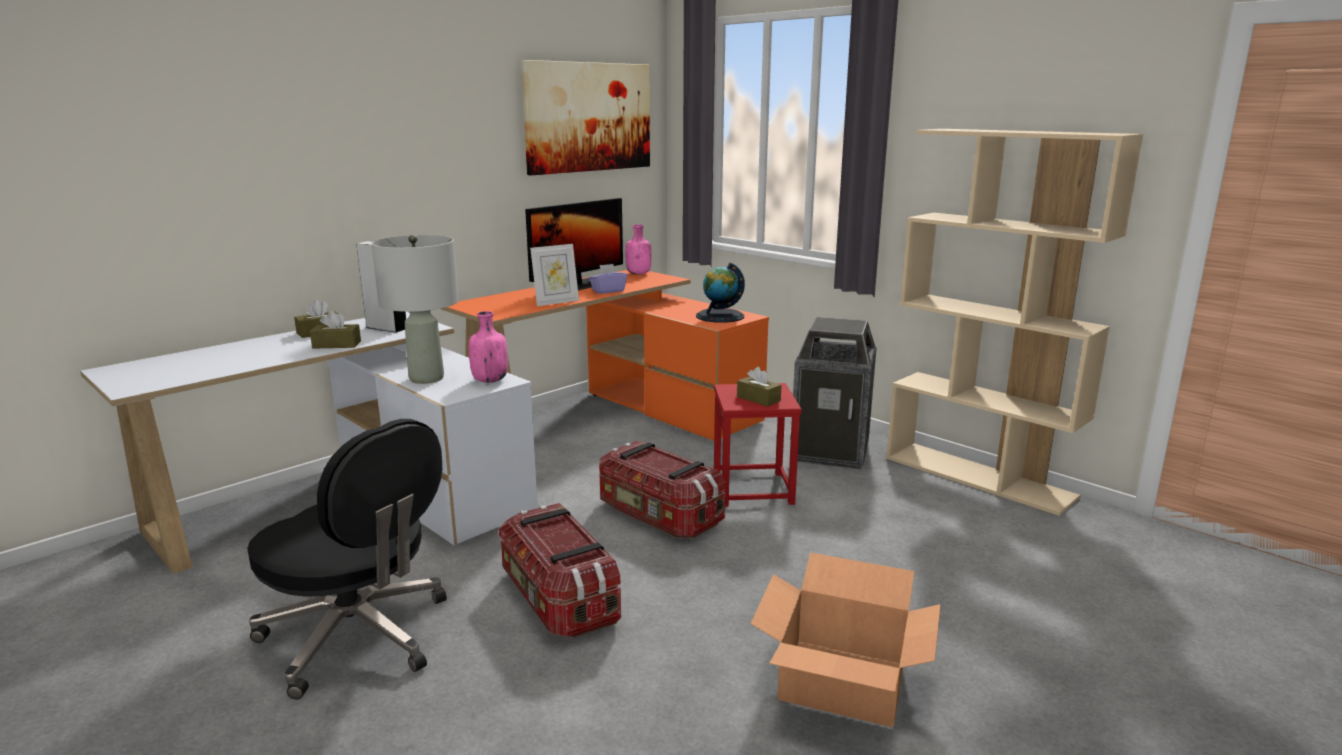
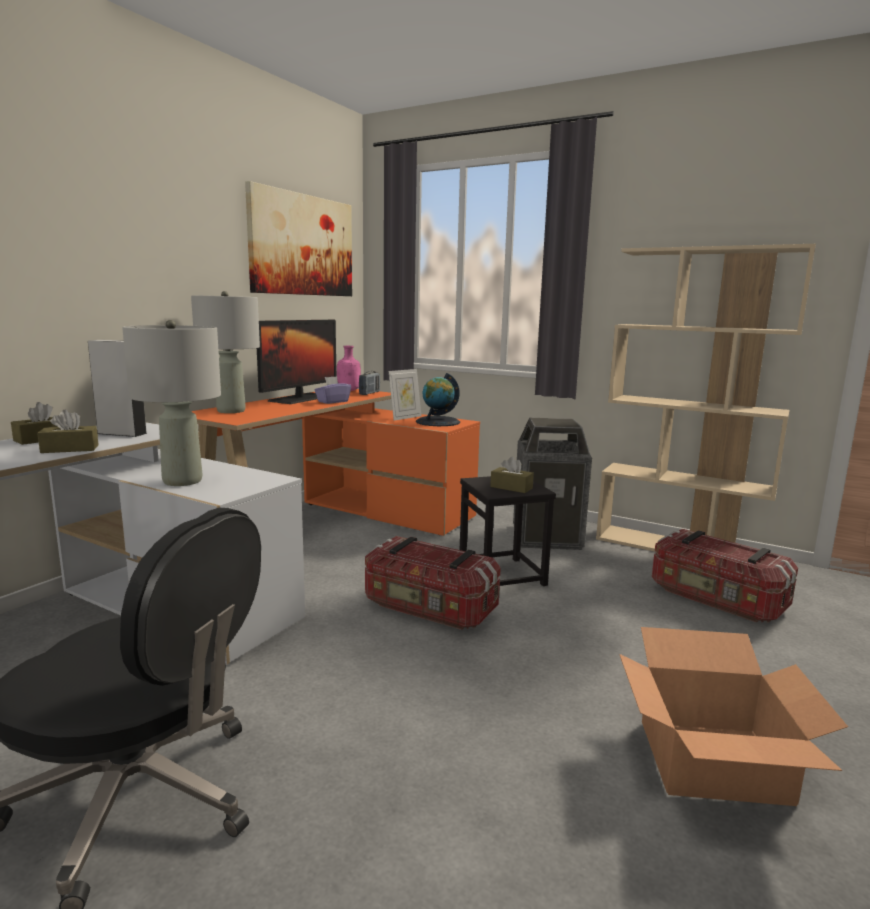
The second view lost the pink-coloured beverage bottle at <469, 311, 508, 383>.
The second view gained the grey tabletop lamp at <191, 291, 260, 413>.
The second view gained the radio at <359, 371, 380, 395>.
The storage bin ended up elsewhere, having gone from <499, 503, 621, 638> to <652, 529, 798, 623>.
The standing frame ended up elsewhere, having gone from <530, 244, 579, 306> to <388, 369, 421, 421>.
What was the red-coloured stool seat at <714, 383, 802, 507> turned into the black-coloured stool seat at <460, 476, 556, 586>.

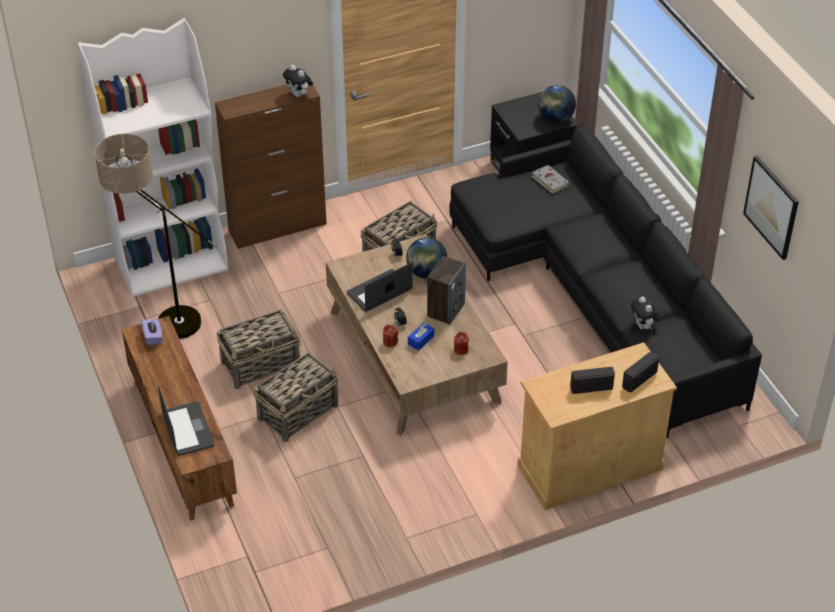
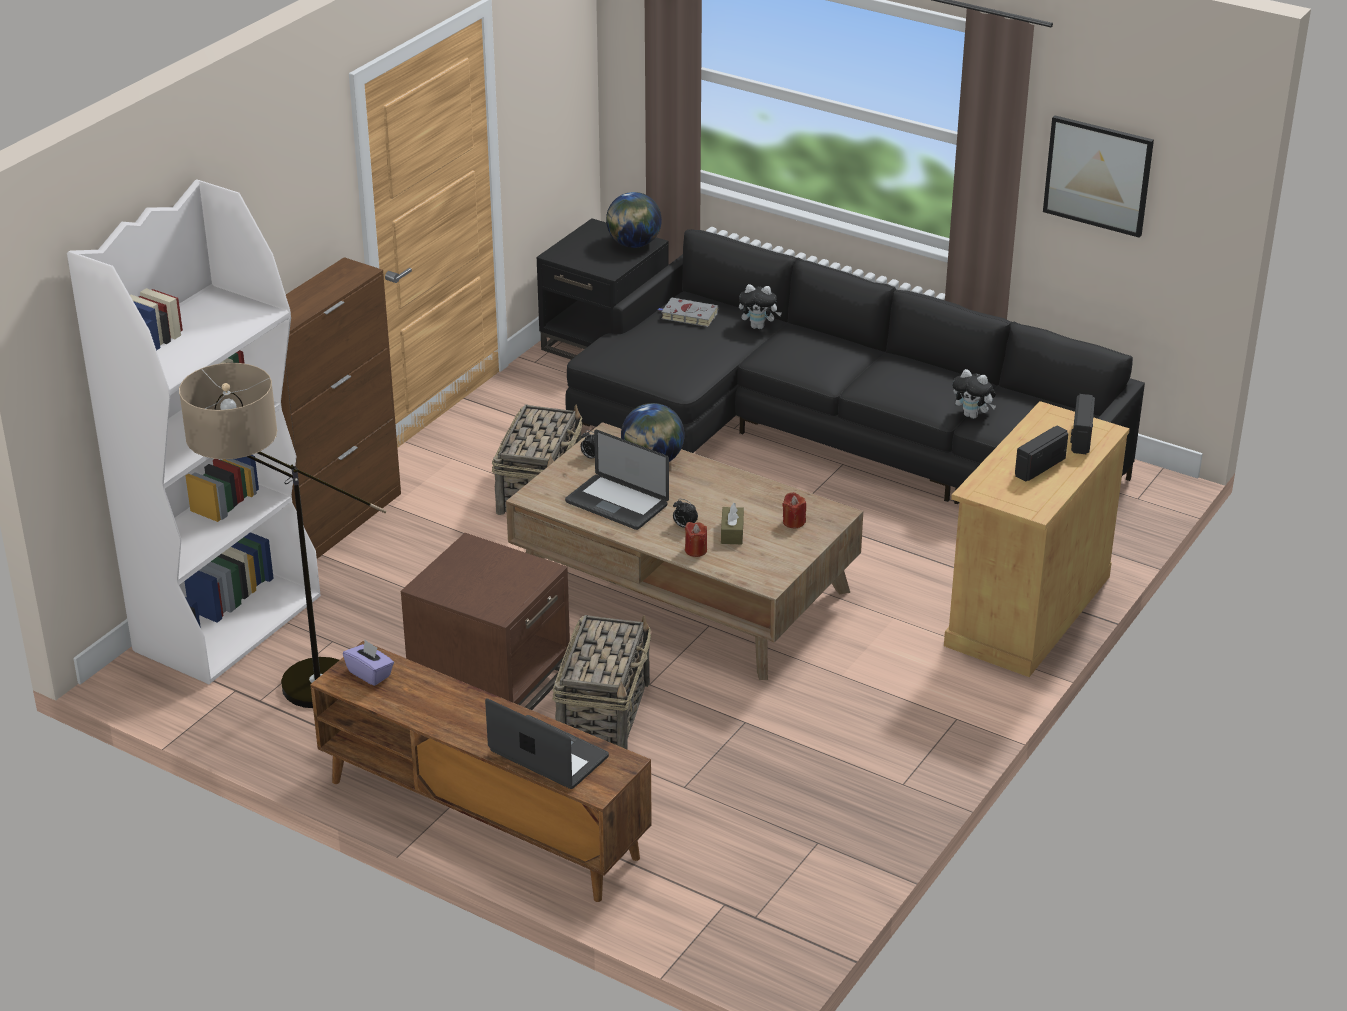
The second view lost the audio speaker at <427, 256, 466, 325>.
The plush toy ended up elsewhere, having gone from <283, 65, 313, 97> to <739, 284, 782, 329>.
Where the basket stood at <217, 310, 301, 389>, the brownish accent table came to stand at <401, 533, 570, 710>.
What was the blue tissue holder at <408, 323, 434, 351> turned into the brownish tissue holder at <721, 503, 744, 544>.
The portable computer at <347, 262, 413, 312> ended up facing another way, 75 degrees counterclockwise from before.

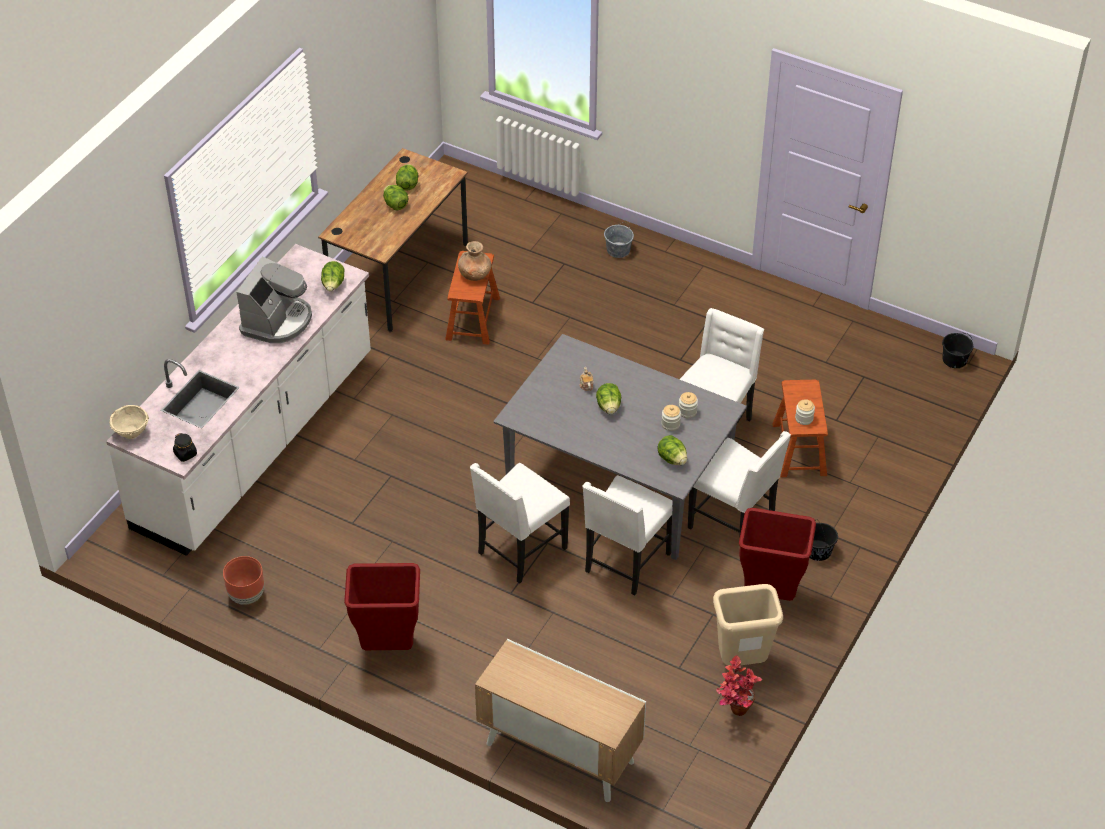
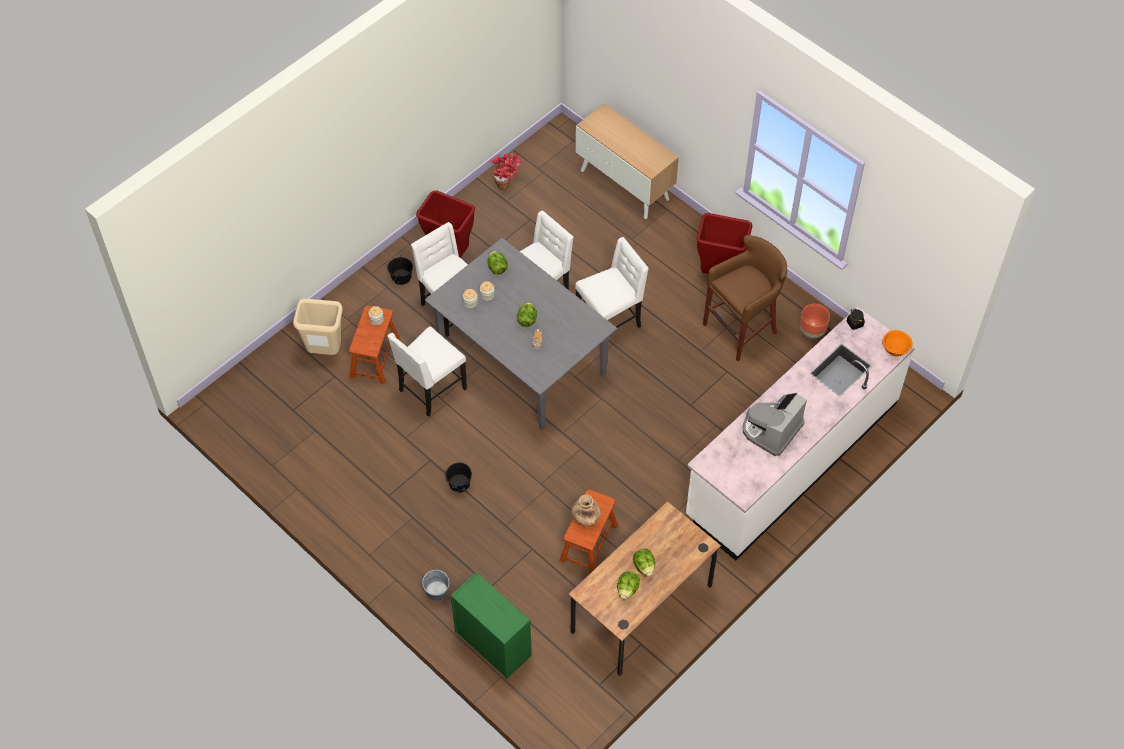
The second view lost the head of lettuce at <321, 261, 345, 291>.
The second view gained the greenish drawer chest at <451, 572, 532, 679>.
The second view gained the brownish stool seat at <703, 235, 787, 361>.
The beige-coloured waste bin ended up elsewhere, having gone from <713, 584, 783, 666> to <293, 298, 343, 355>.
The black-coloured pail ended up elsewhere, having gone from <942, 333, 973, 368> to <446, 462, 472, 493>.
What was the beige-coloured bowl at <109, 405, 149, 439> turned into the orangey bowl at <882, 330, 912, 357>.

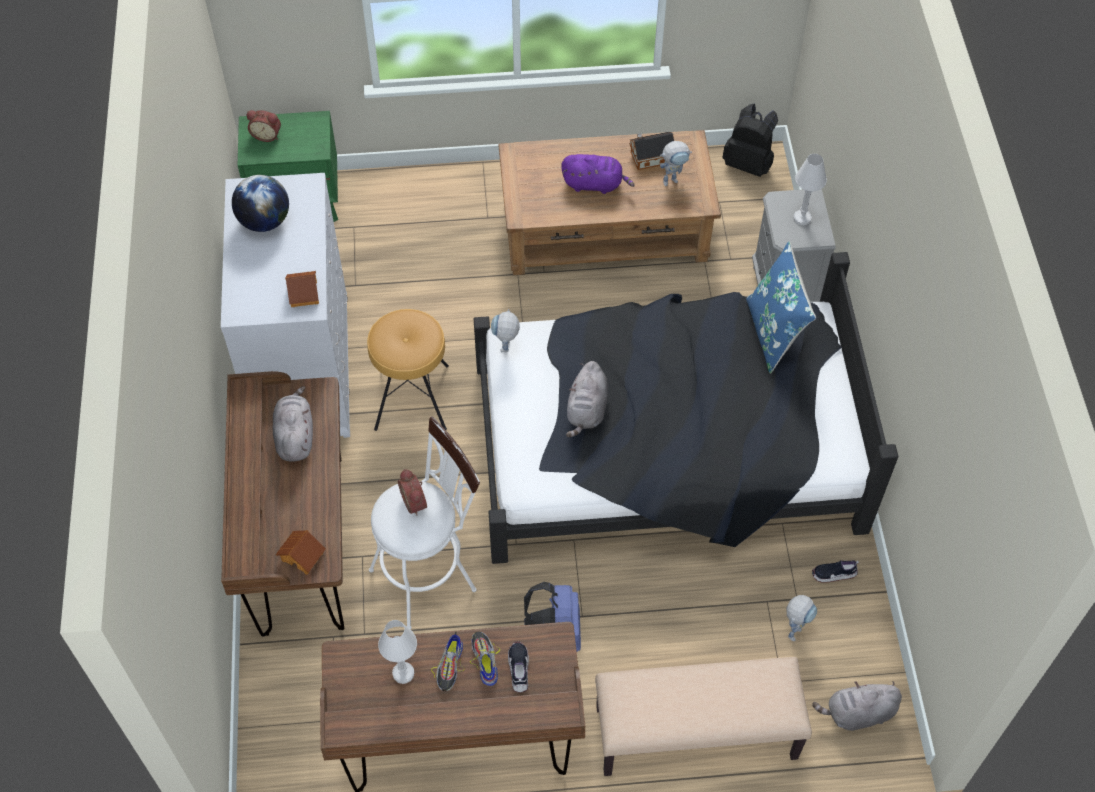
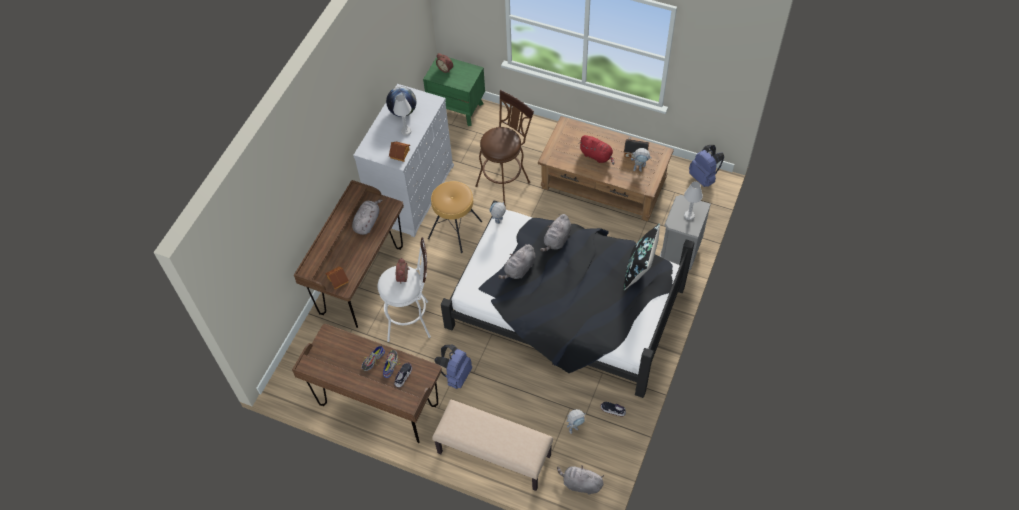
The second view gained the brownish stool seat at <475, 90, 534, 206>.
The second view gained the grey plush toy at <540, 214, 571, 251>.
The whitish tabletop lamp ended up elsewhere, having gone from <378, 620, 417, 684> to <393, 95, 411, 136>.
What was the purple-coloured plush toy at <561, 154, 635, 194> turned into the red-coloured plush toy at <578, 135, 615, 165>.
What was the black-coloured backpack at <722, 104, 778, 177> turned into the blue backpack at <689, 145, 724, 187>.
What was the blue throw pillow at <746, 241, 816, 374> turned into the black-coloured throw pillow at <624, 223, 660, 290>.

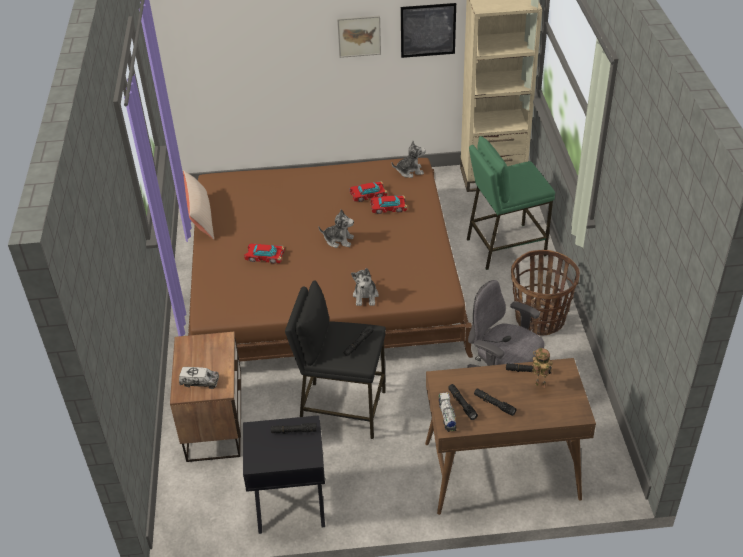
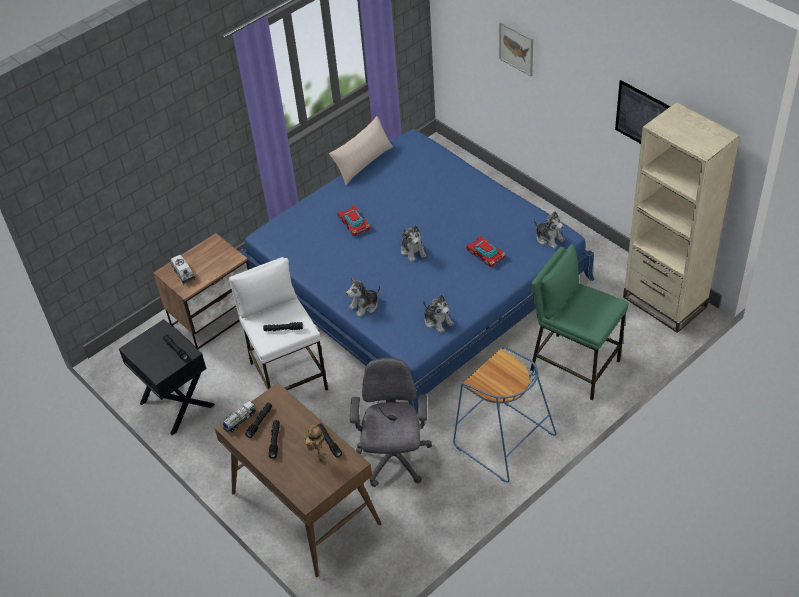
The second view lost the toy car at <349, 181, 387, 202>.
The second view gained the plush toy at <423, 295, 454, 333>.
The wall art ended up elsewhere, having gone from <337, 15, 381, 58> to <499, 22, 533, 76>.
Where the basket stood at <511, 250, 580, 336>, the blue stool seat came to stand at <453, 346, 557, 482>.
What was the brownish bedroom bed at <188, 158, 473, 362> turned into the blue bedroom bed at <239, 129, 594, 416>.
What was the black-coloured stool seat at <285, 280, 386, 439> turned into the whitish stool seat at <229, 257, 328, 391>.

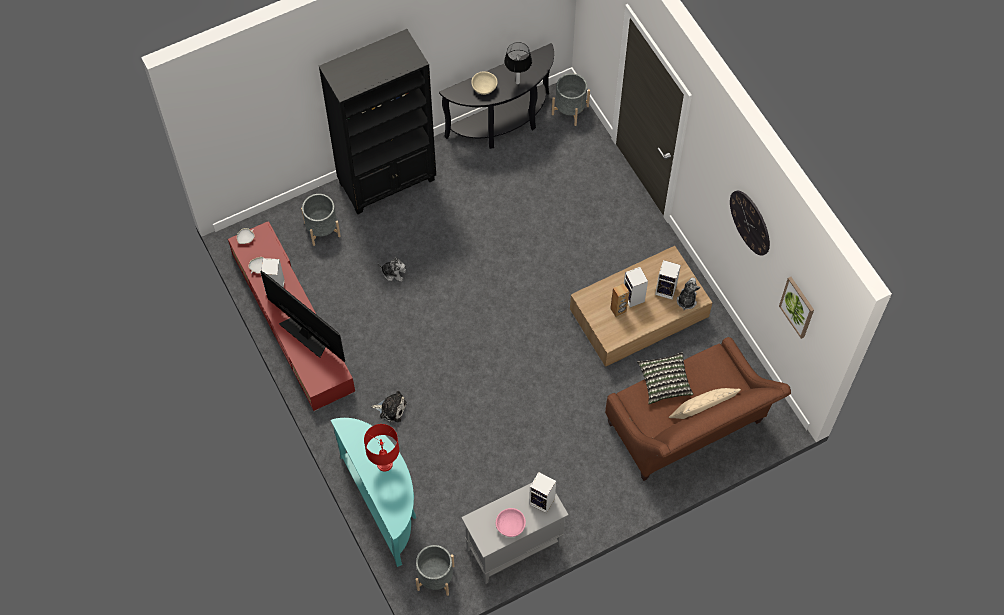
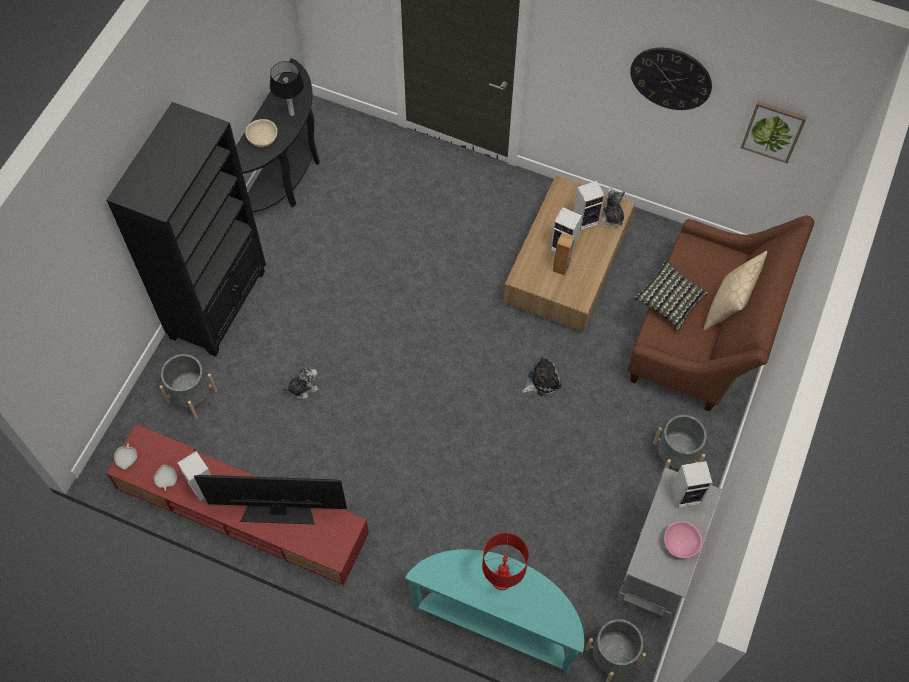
The plush toy ended up elsewhere, having gone from <372, 391, 407, 422> to <522, 357, 562, 396>.
The grey planter ended up elsewhere, having gone from <552, 73, 590, 126> to <653, 415, 707, 475>.

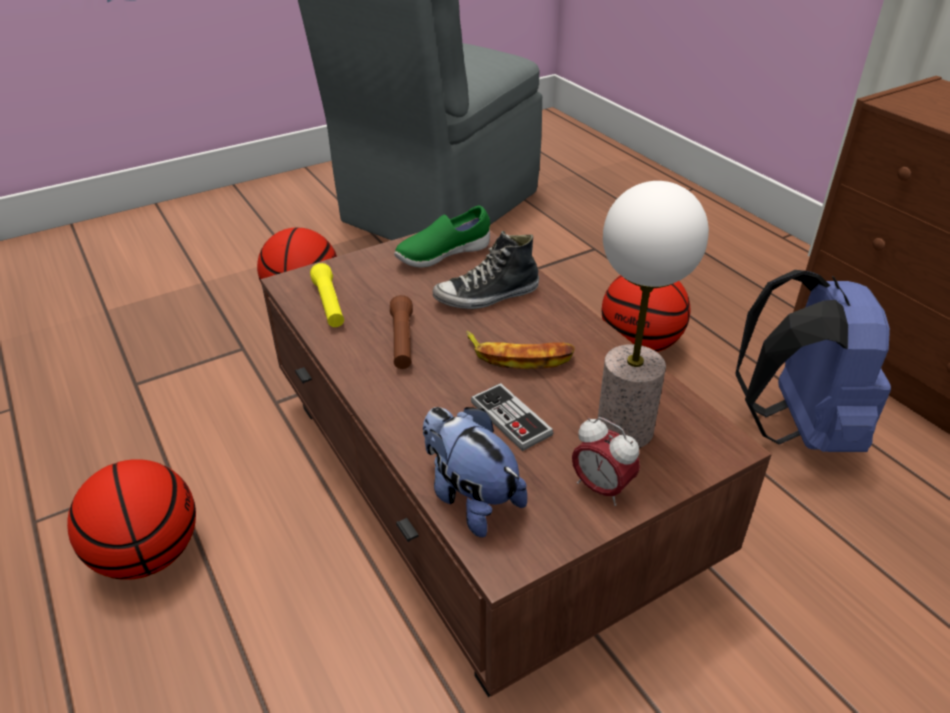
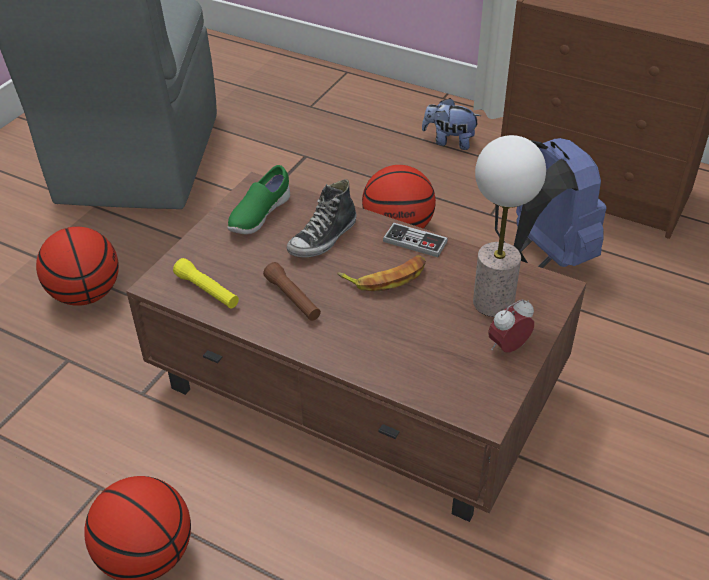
The plush toy ended up elsewhere, having gone from <423, 407, 527, 537> to <422, 98, 481, 150>.
The gamepad ended up elsewhere, having gone from <471, 383, 553, 451> to <383, 222, 448, 257>.
The alarm clock at <572, 417, 640, 506> ended up facing another way, 135 degrees clockwise from before.

